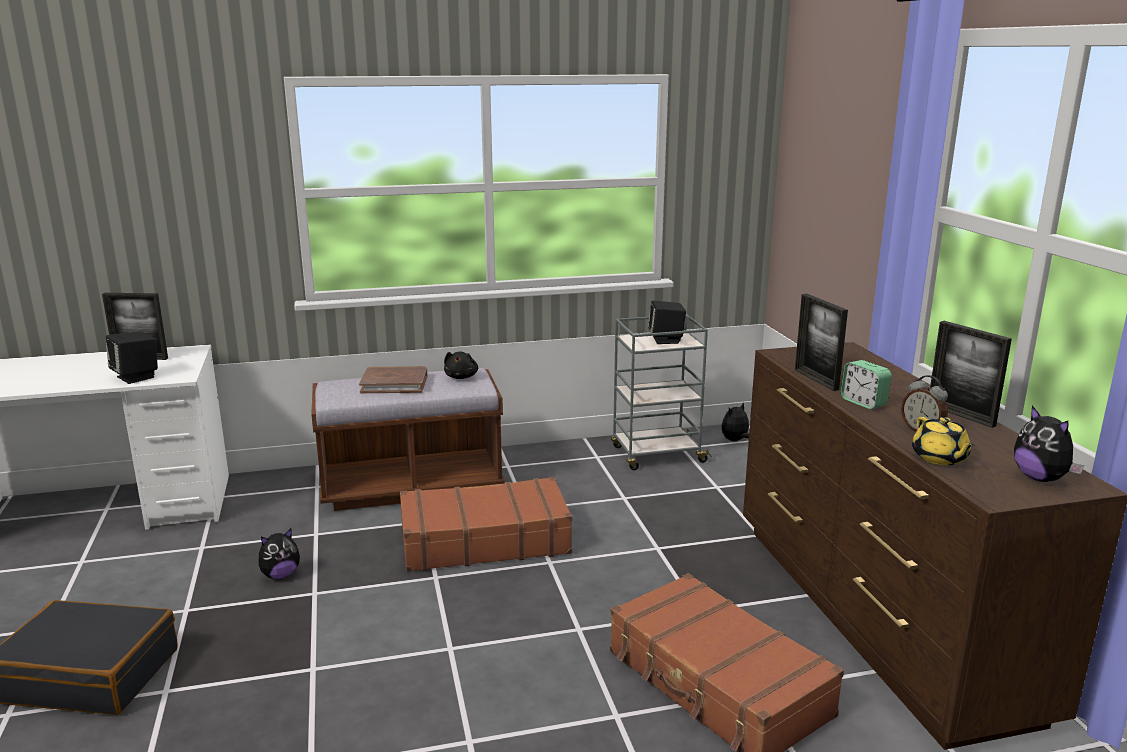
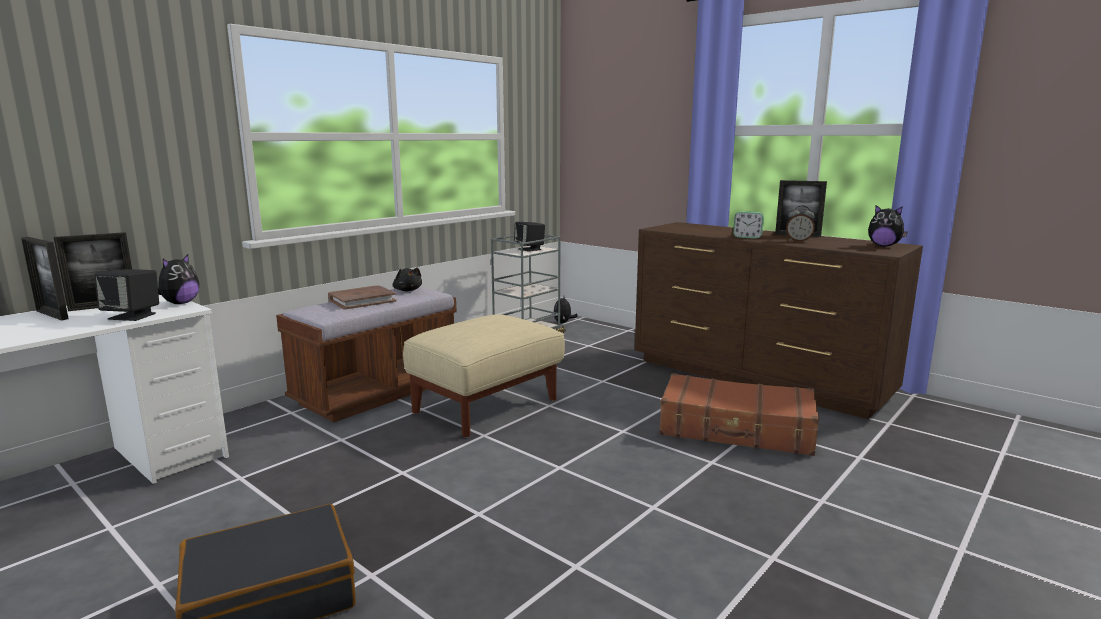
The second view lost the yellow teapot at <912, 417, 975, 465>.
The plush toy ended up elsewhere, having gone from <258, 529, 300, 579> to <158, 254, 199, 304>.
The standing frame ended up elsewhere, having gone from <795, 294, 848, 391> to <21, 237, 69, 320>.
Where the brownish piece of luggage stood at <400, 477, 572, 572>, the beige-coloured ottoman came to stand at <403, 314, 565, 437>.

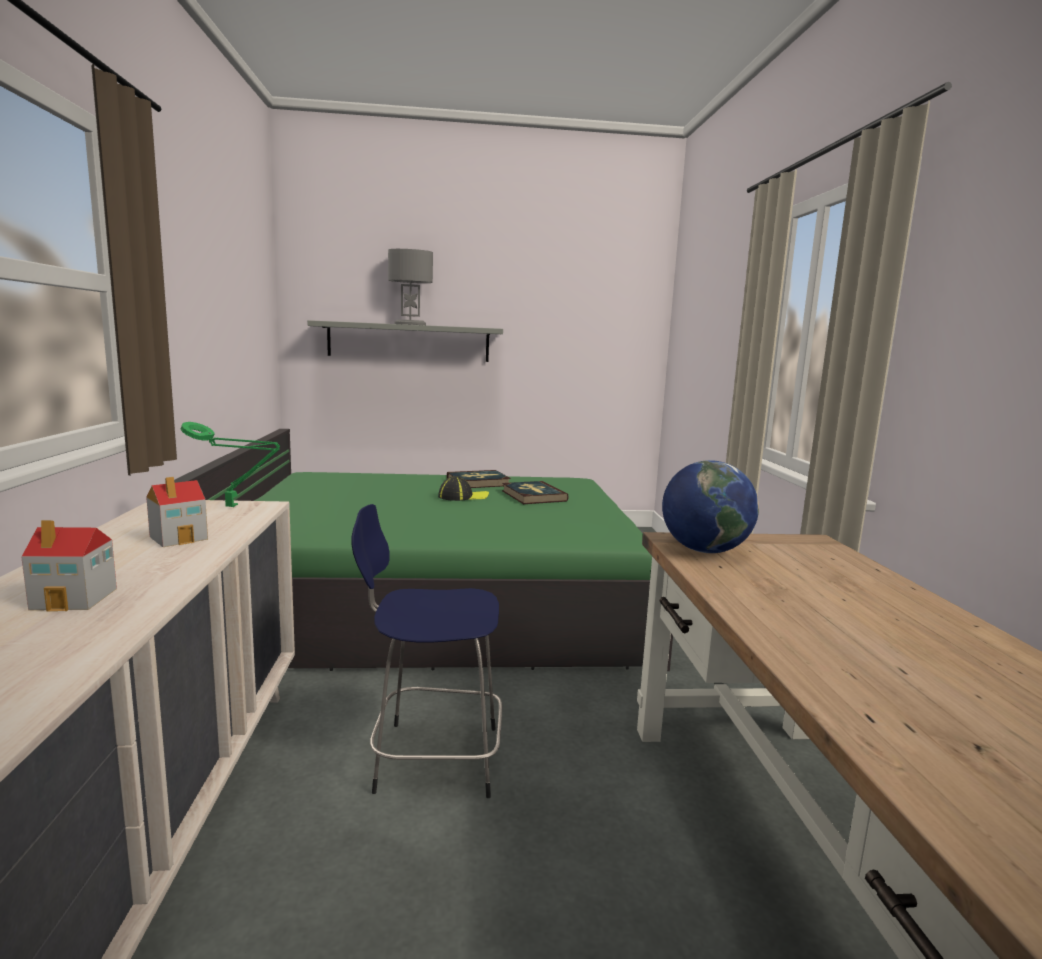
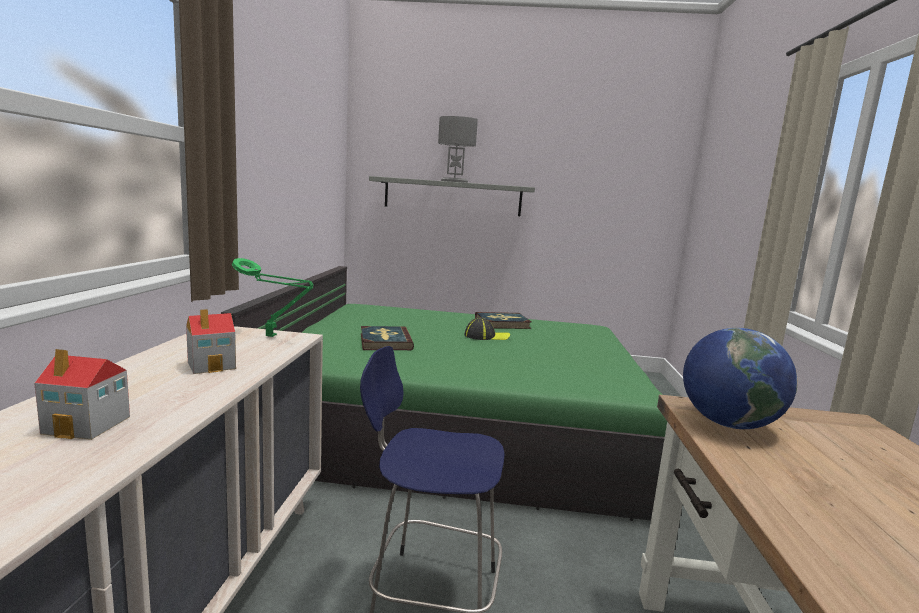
The bound book ended up elsewhere, having gone from <502, 481, 569, 504> to <361, 326, 414, 350>.

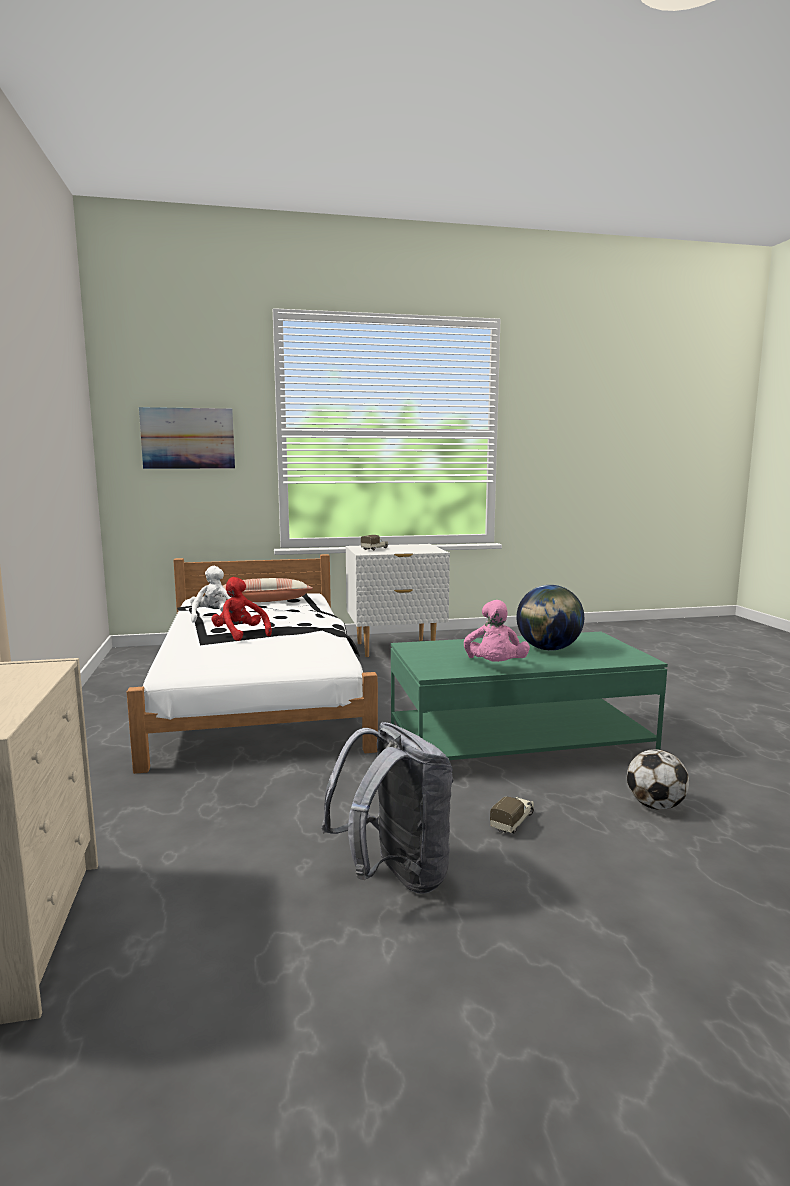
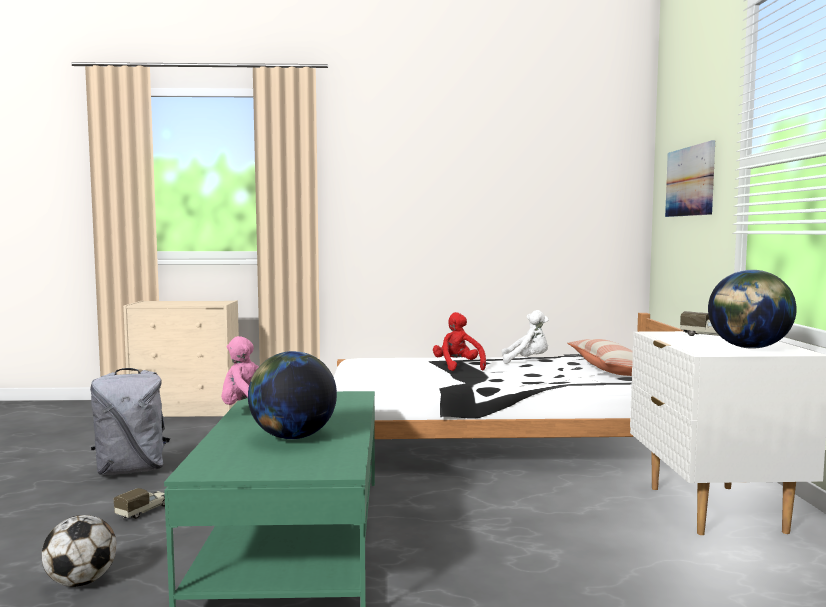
The second view gained the world globe at <708, 270, 797, 349>.
The red-coloured plush toy at <211, 577, 272, 641> ended up facing another way, 75 degrees counterclockwise from before.
The model truck at <490, 796, 534, 834> ended up facing another way, 105 degrees counterclockwise from before.

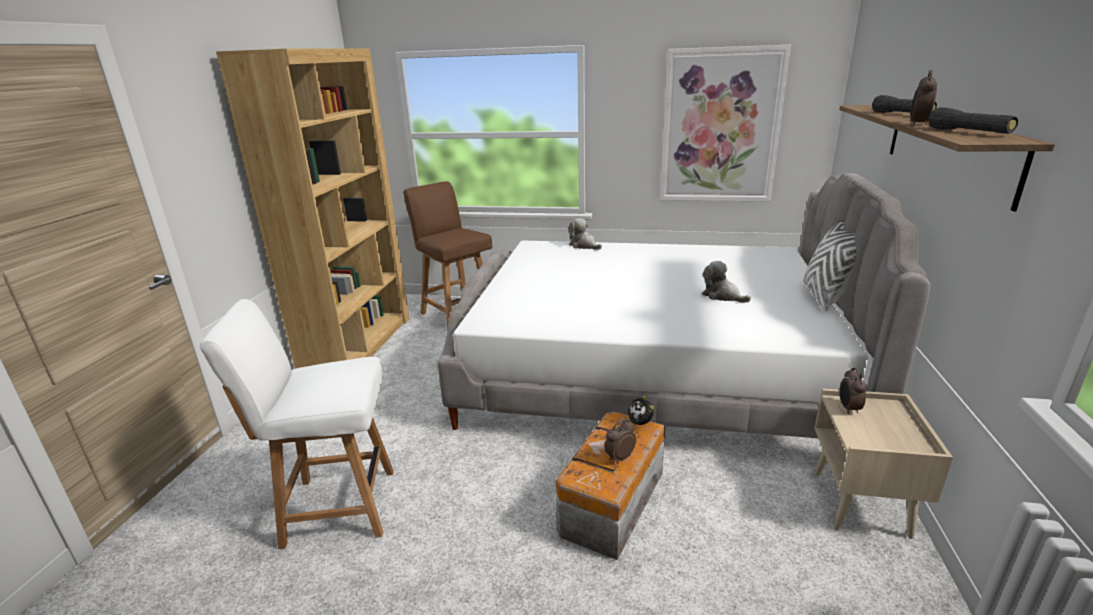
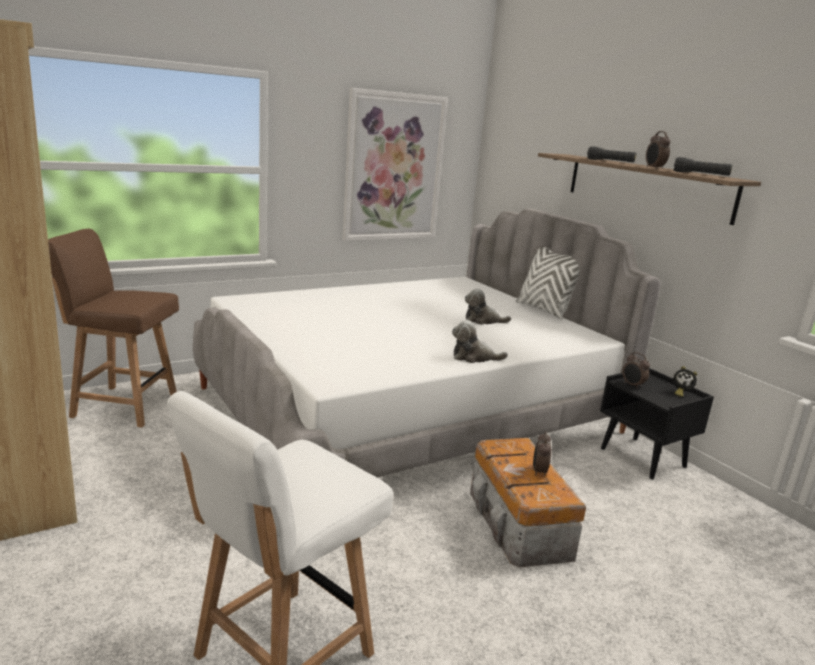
The plush toy ended up elsewhere, having gone from <568, 218, 602, 250> to <452, 320, 508, 363>.
The alarm clock ended up elsewhere, having gone from <623, 395, 654, 425> to <673, 366, 697, 397>.
What was the beige-coloured bedside table at <814, 388, 953, 539> turned into the black-coloured bedside table at <600, 368, 714, 479>.

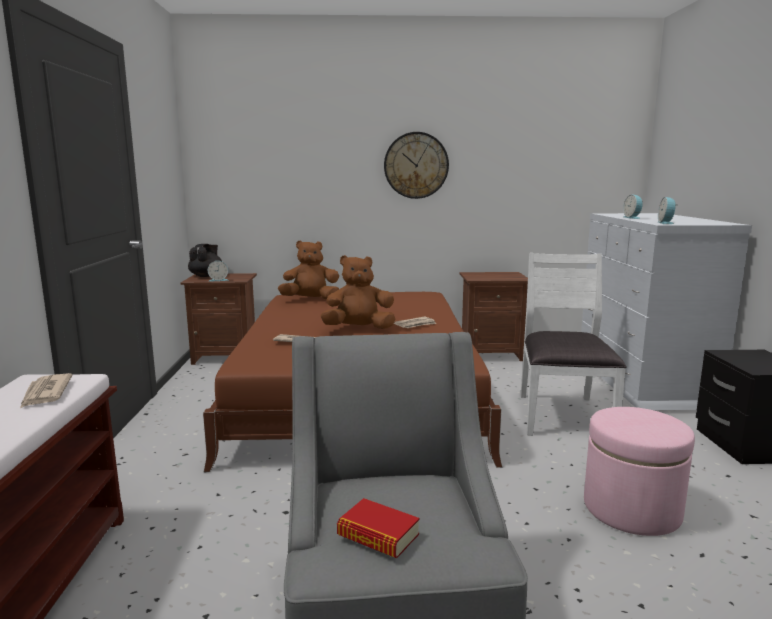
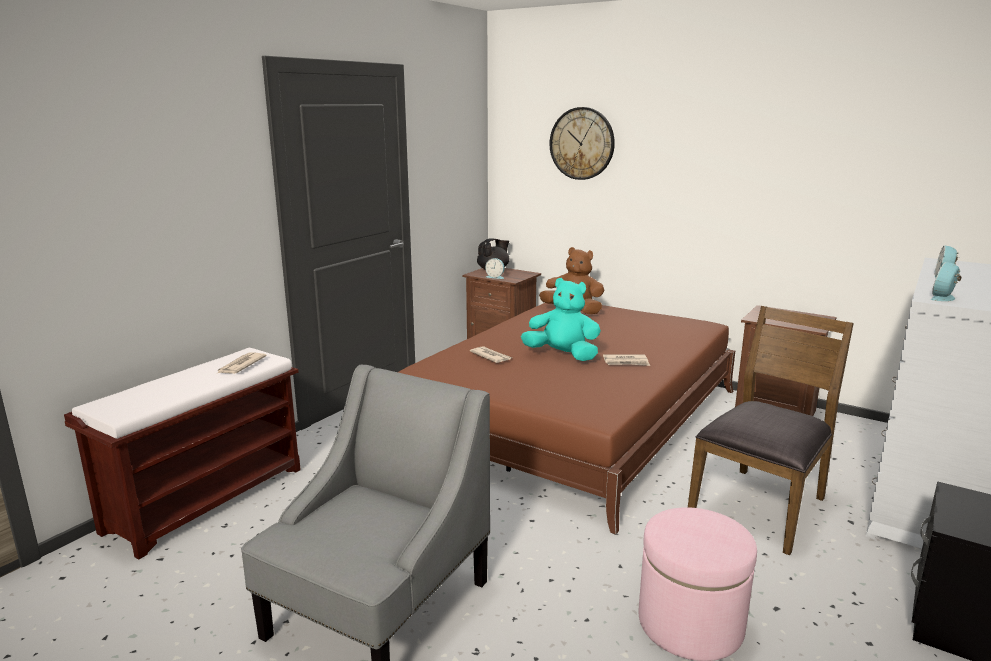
The second view lost the bound book at <337, 498, 420, 558>.
The hanging clock ended up elsewhere, having gone from <384, 132, 449, 199> to <550, 107, 615, 180>.
What was the brownish plush toy at <320, 255, 396, 329> turned into the turquoise-coloured plush toy at <521, 278, 601, 361>.
What was the whitish upright chair at <521, 253, 627, 436> turned into the brownish upright chair at <688, 306, 854, 556>.

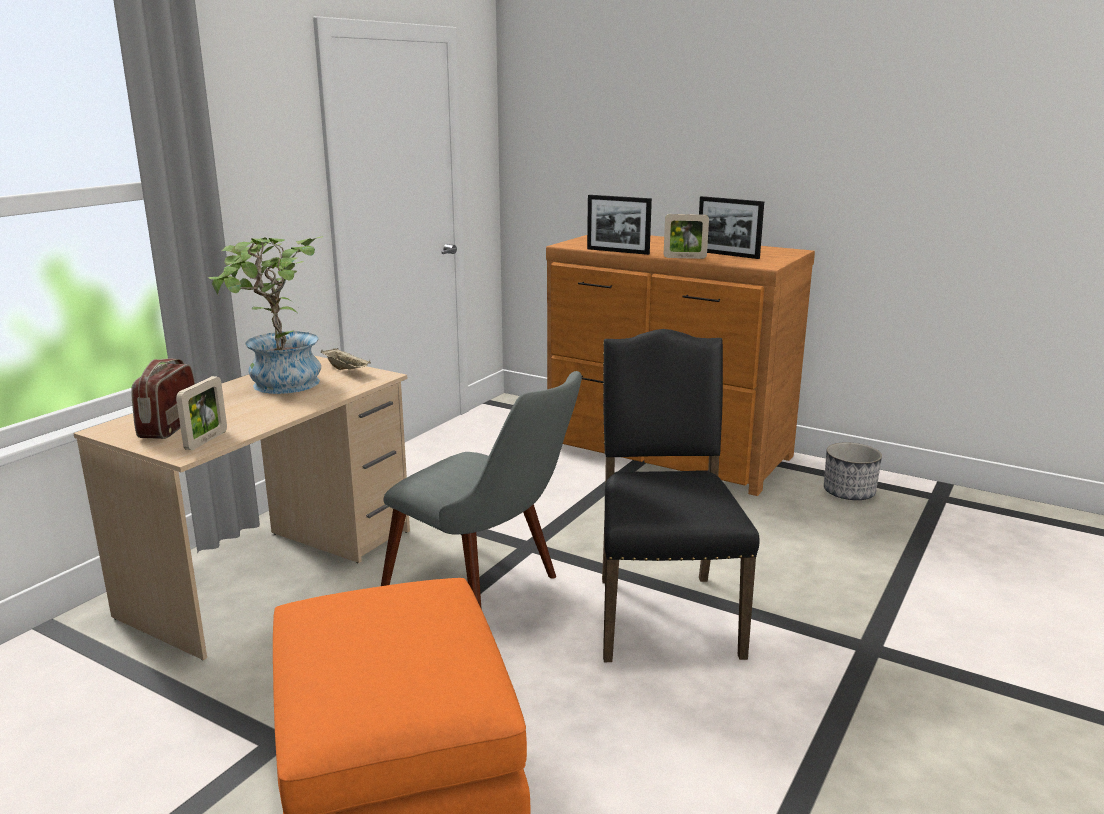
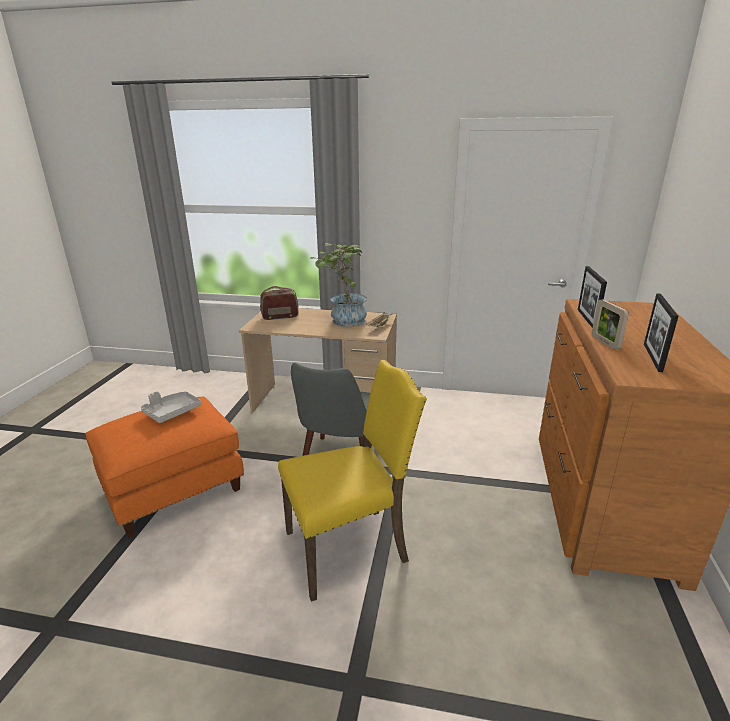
The second view lost the standing frame at <176, 376, 227, 450>.
The second view lost the planter at <824, 442, 882, 500>.
The second view gained the grey carrying tray at <141, 391, 202, 423>.
What was the black-coloured upright chair at <602, 329, 760, 662> turned into the yellow upright chair at <278, 360, 427, 602>.

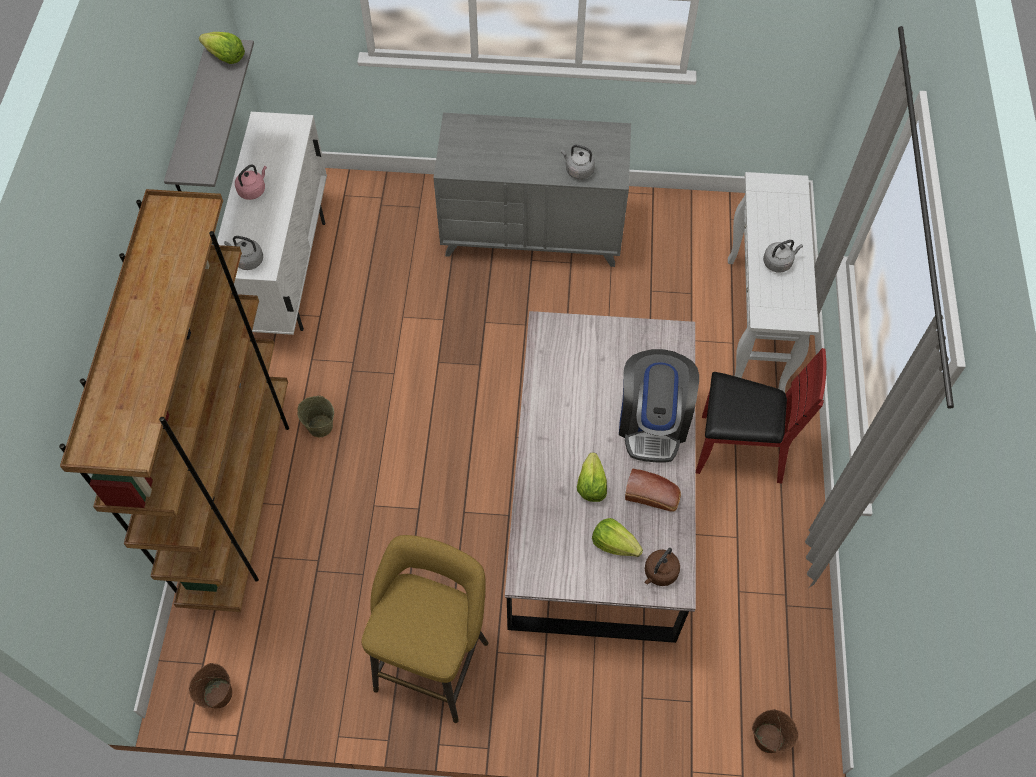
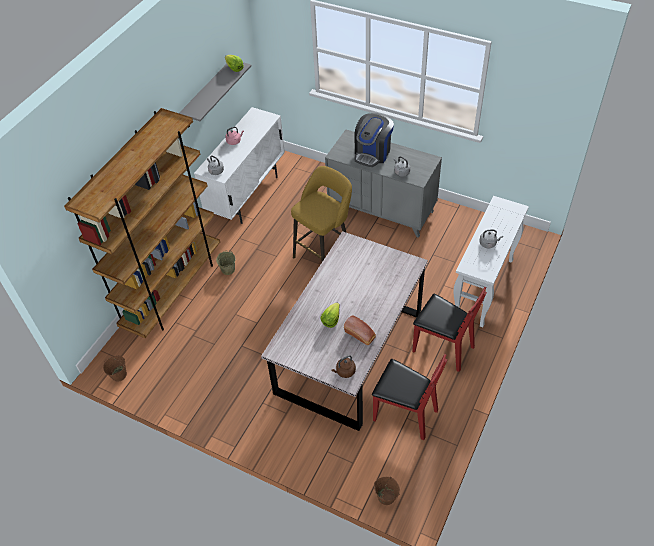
The second view lost the head of lettuce at <592, 518, 643, 557>.
The second view gained the red-coloured upright chair at <372, 354, 448, 440>.
The yellow stool seat ended up elsewhere, having gone from <361, 535, 489, 723> to <291, 166, 352, 262>.
The coffee maker ended up elsewhere, having gone from <619, 349, 699, 463> to <354, 113, 394, 167>.

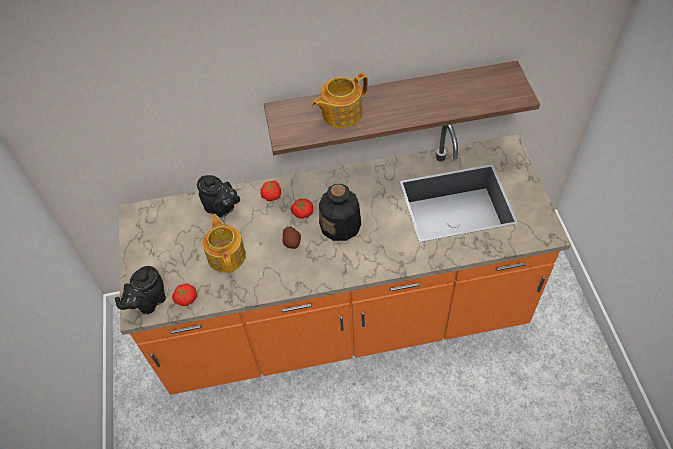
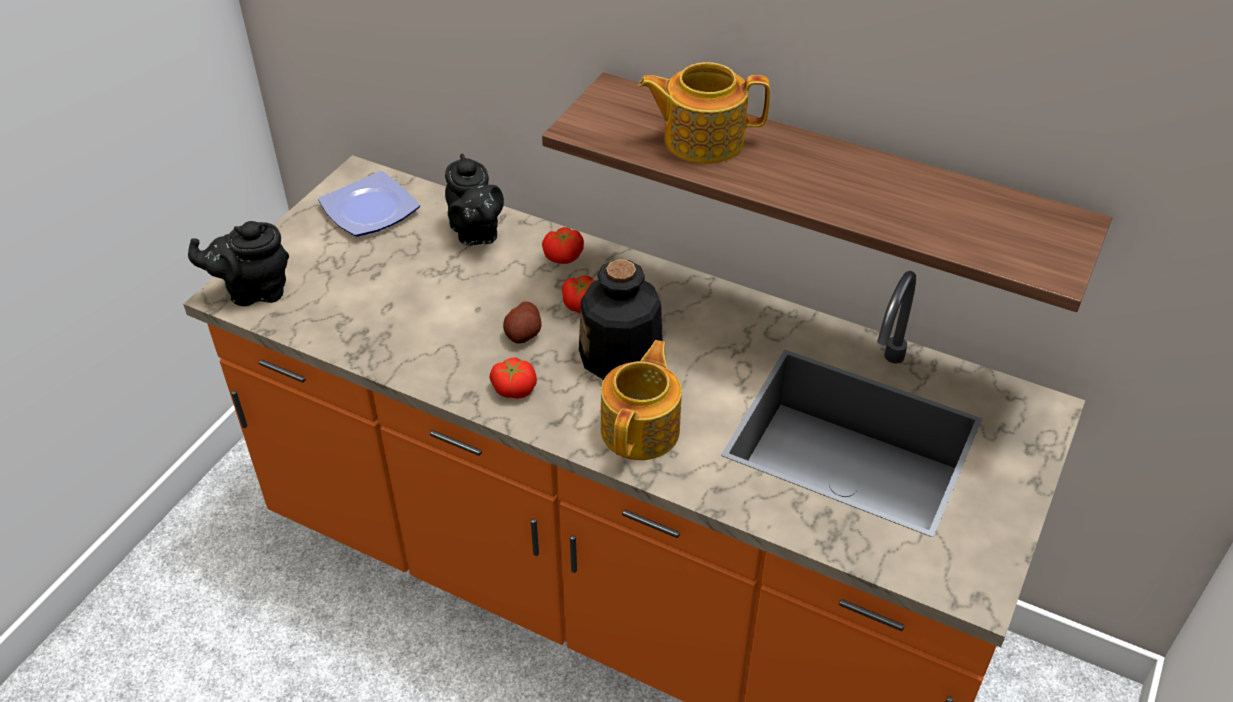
The second view gained the plate at <318, 171, 420, 236>.
The fresh tomato ended up elsewhere, having gone from <172, 283, 197, 306> to <490, 357, 537, 399>.
The teapot ended up elsewhere, having gone from <202, 214, 246, 273> to <601, 340, 682, 460>.

